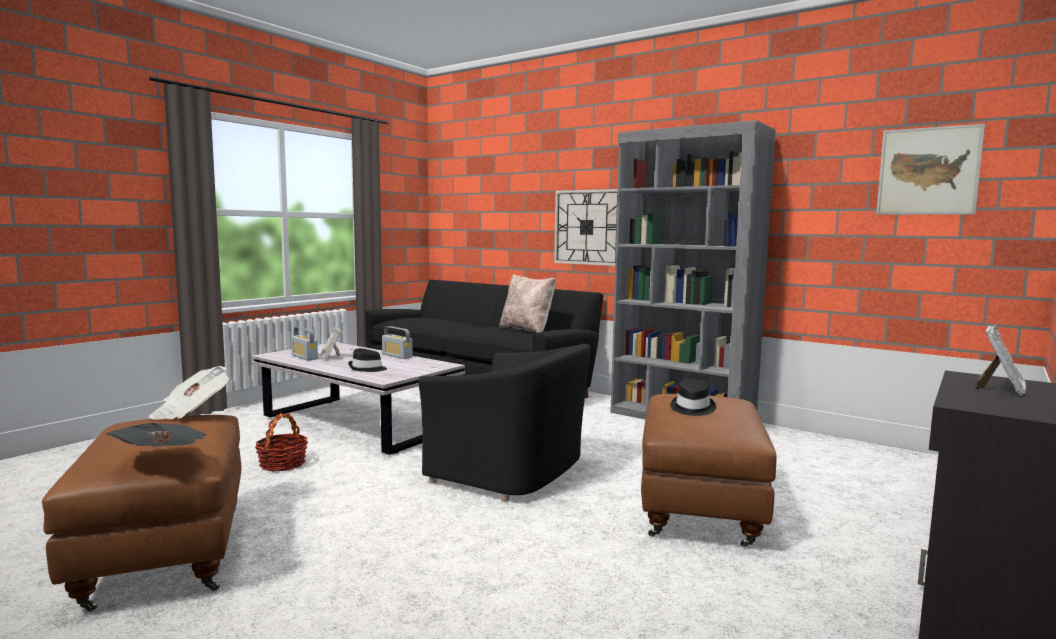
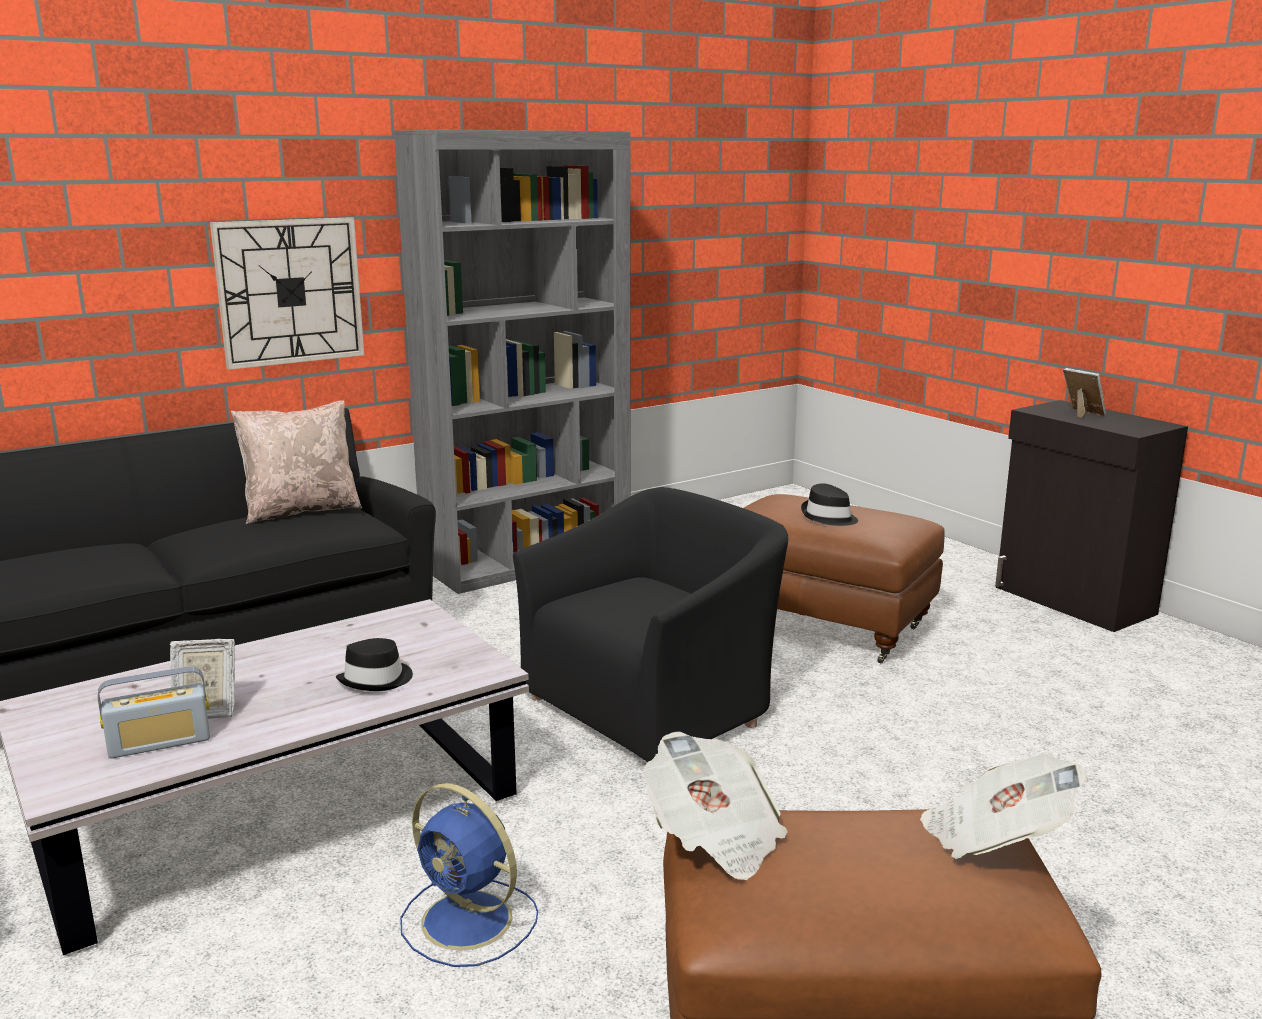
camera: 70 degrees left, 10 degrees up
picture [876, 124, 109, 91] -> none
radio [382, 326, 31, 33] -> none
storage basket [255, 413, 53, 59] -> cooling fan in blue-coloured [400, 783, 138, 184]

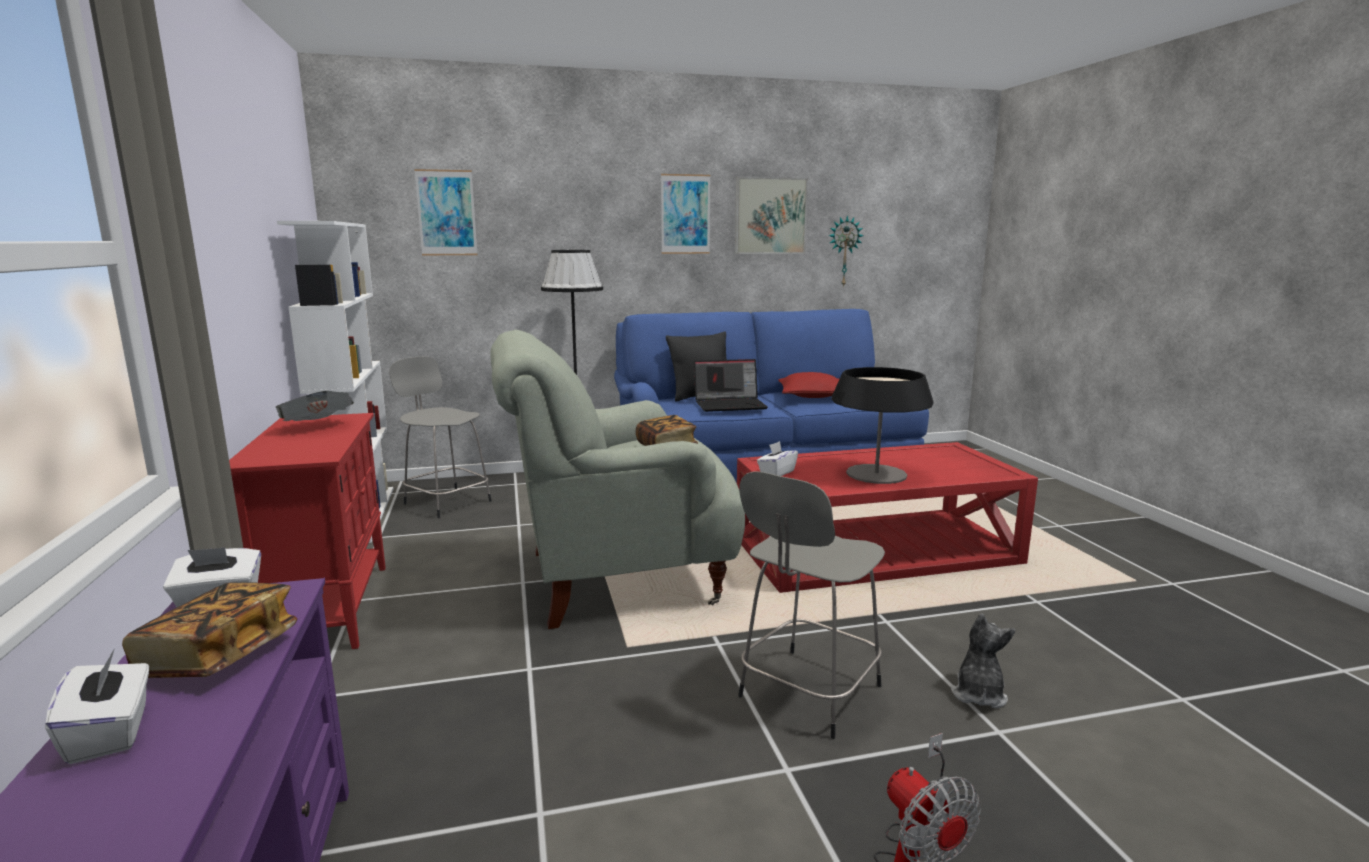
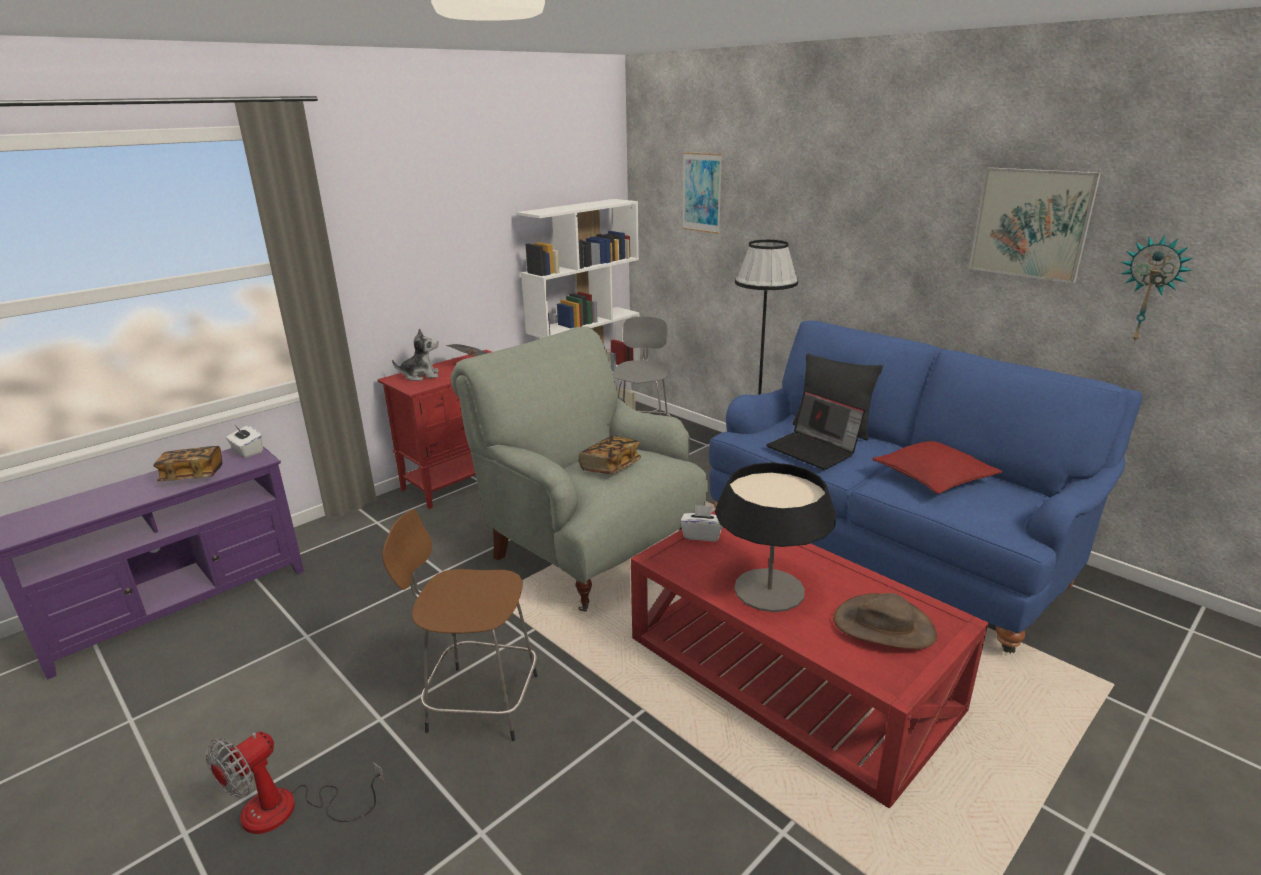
camera: 60 degrees right, 10 degrees up
picture [661, 174, 50, 80] -> none
sitting stool in gray [738, 471, 147, 268] -> sitting stool in brown [382, 509, 156, 232]
plush toy [951, 613, 64, 95] -> plush toy [392, 328, 47, 53], move
tissue box in white-coloured [45, 648, 104, 116] -> none
none -> hat in brown [833, 593, 104, 56]

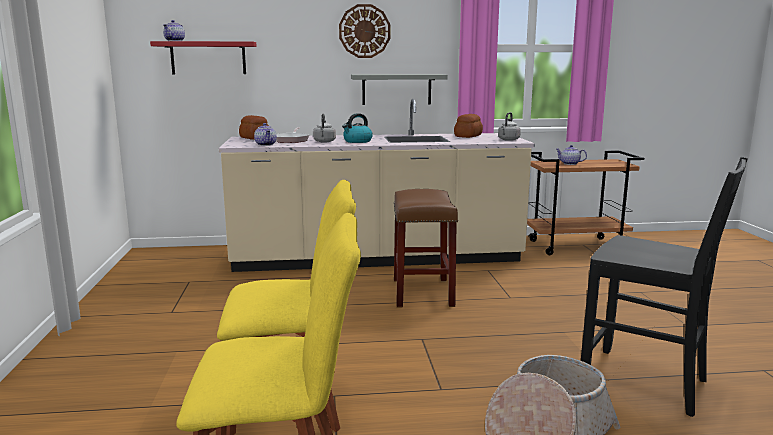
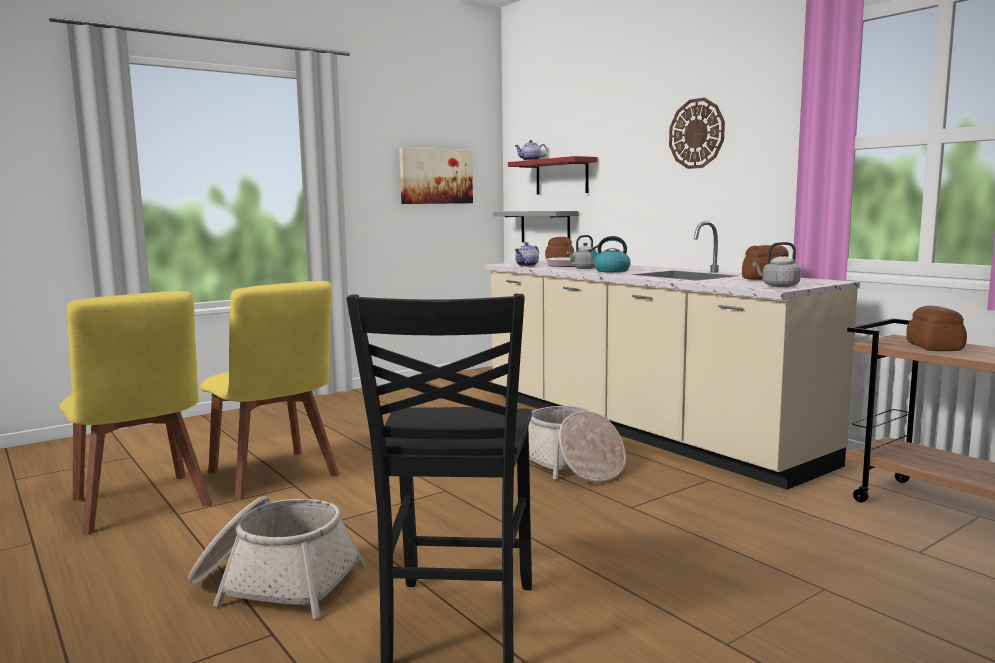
camera: 60 degrees right, 5 degrees down
bracket shelf in gray [351, 74, 97, 31] -> bracket shelf in gray [494, 211, 84, 31], move
teapot [556, 145, 31, 20] -> bread [906, 306, 61, 45]
sitting stool in brown [394, 189, 64, 119] -> storage basket [528, 406, 98, 77]
none -> picture [399, 147, 74, 57]

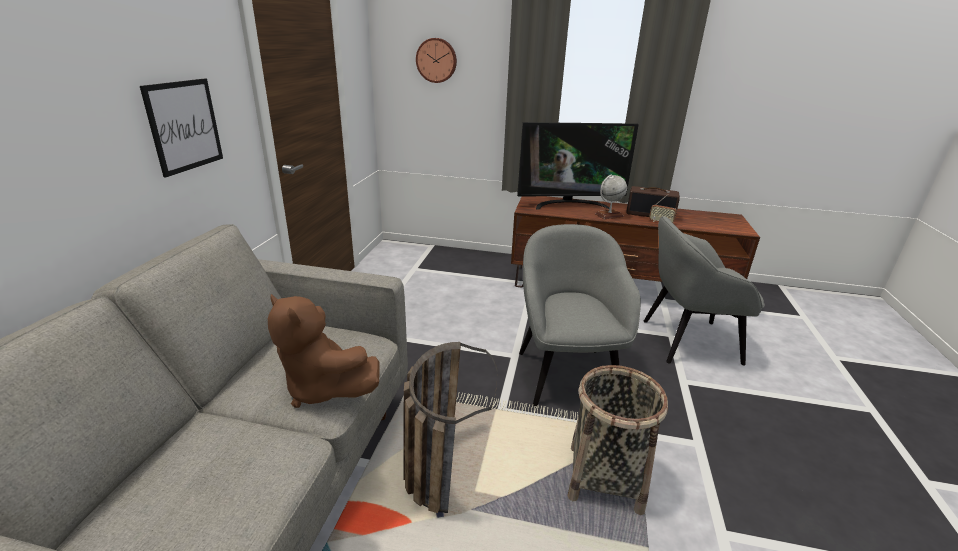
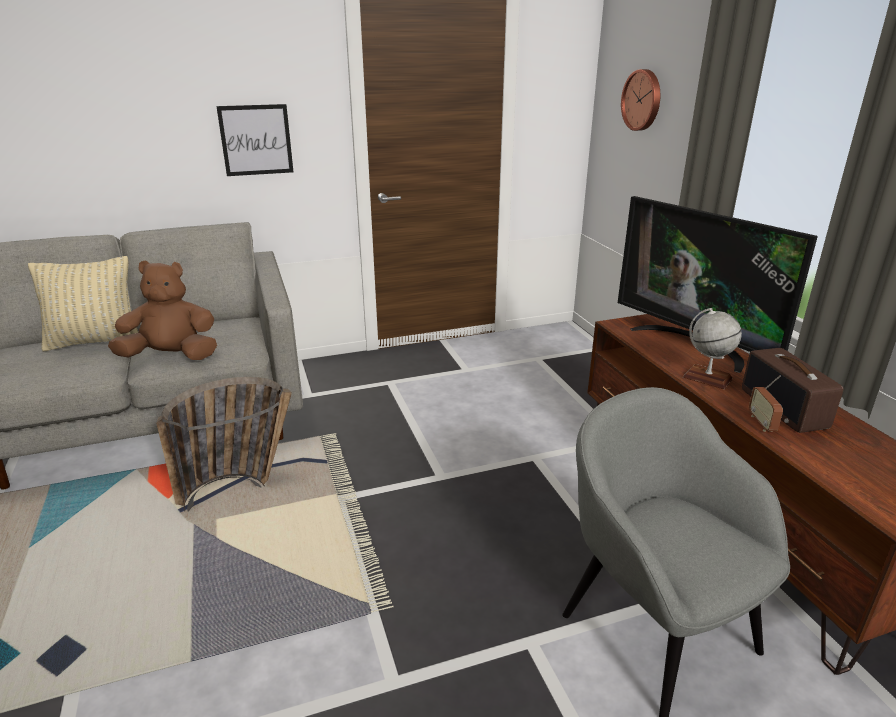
camera: 60 degrees right, 0 degrees up
easy chair in gray [519, 224, 122, 182] -> none
plush toy in brown [268, 294, 111, 114] -> plush toy in brown [108, 260, 109, 100], 75 degrees clockwise
storage basket [567, 365, 101, 150] -> none
none -> cushion in beige [28, 256, 110, 95]

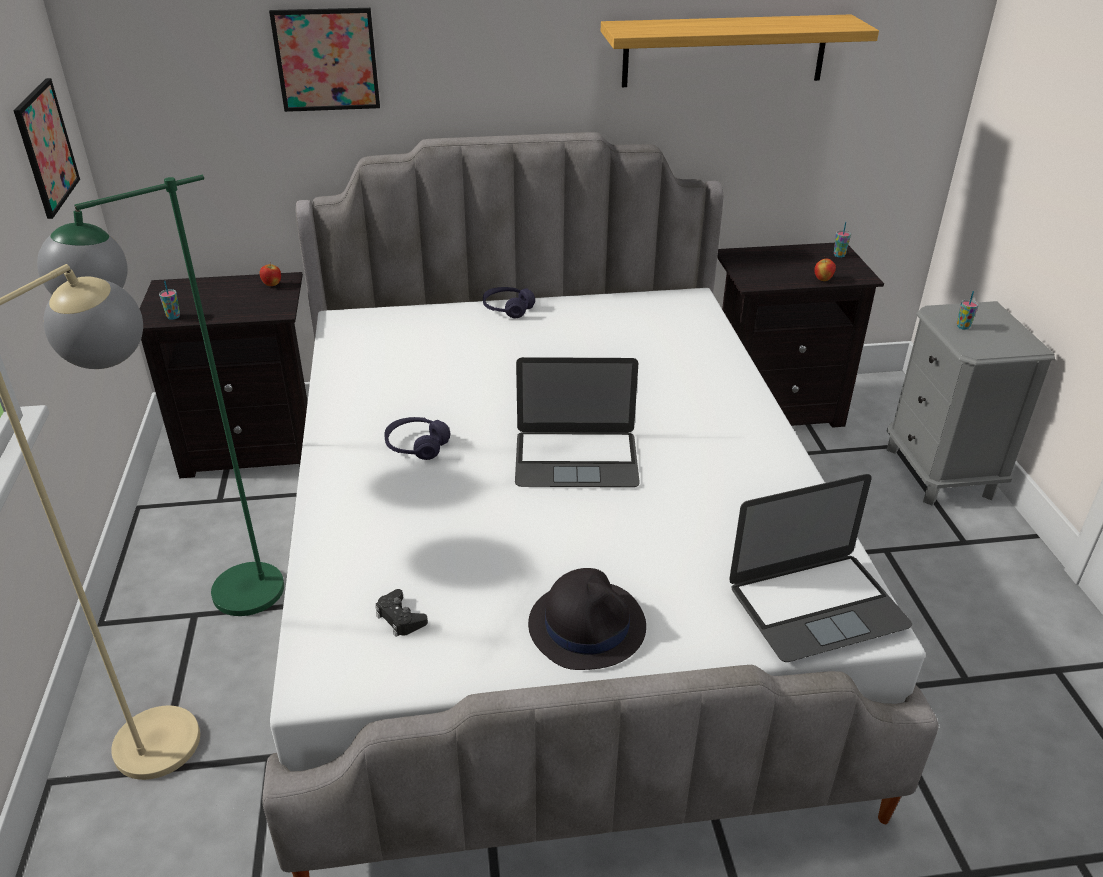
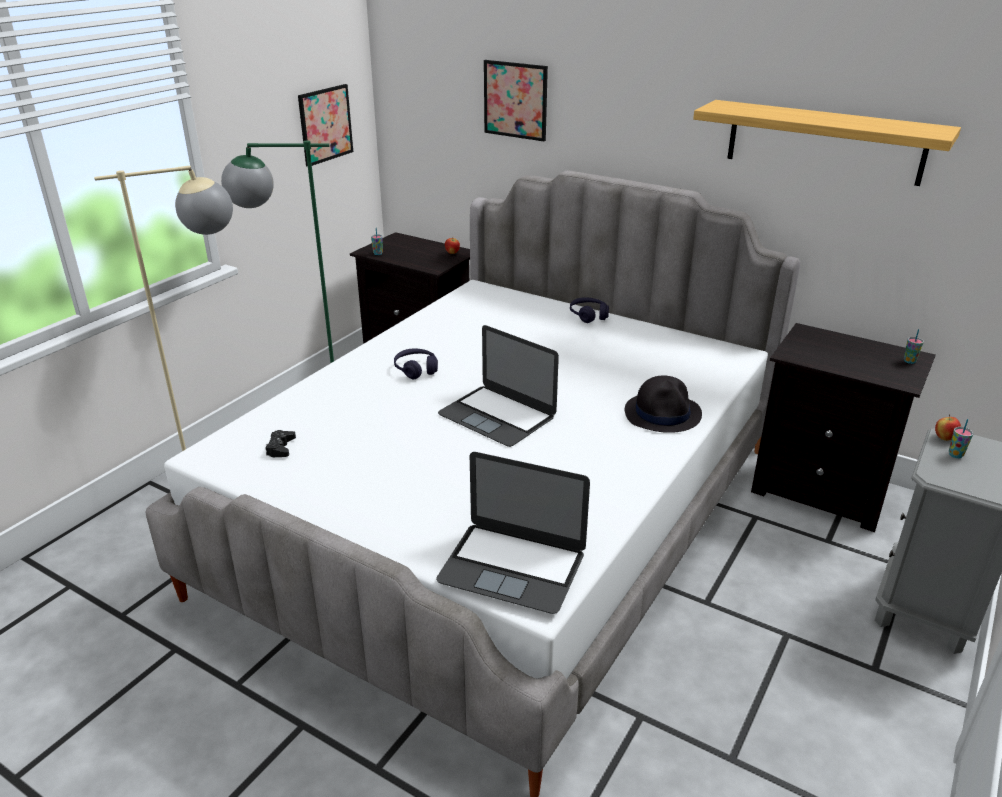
camera: 40 degrees right, 5 degrees down
whole apple [814, 258, 22, 23] -> whole apple [935, 414, 26, 27], move
hat in blackish [528, 568, 118, 102] -> hat in blackish [624, 376, 78, 57], move

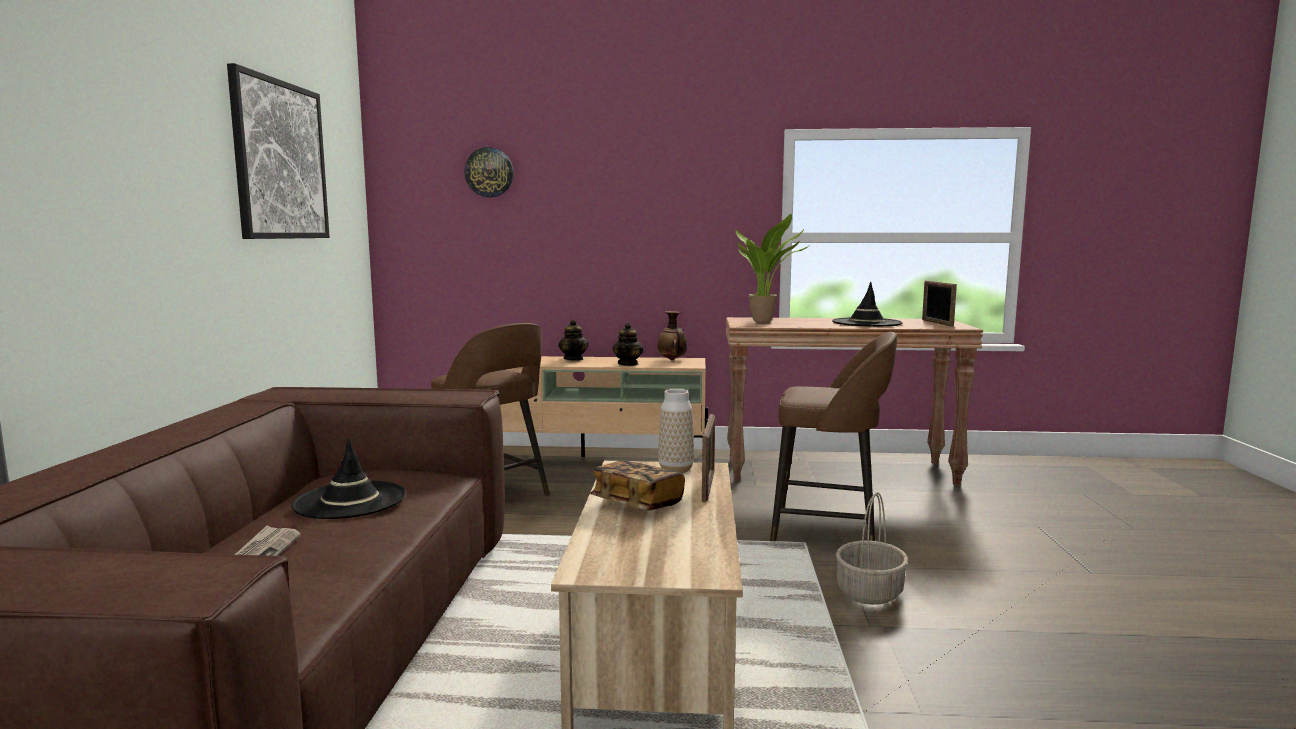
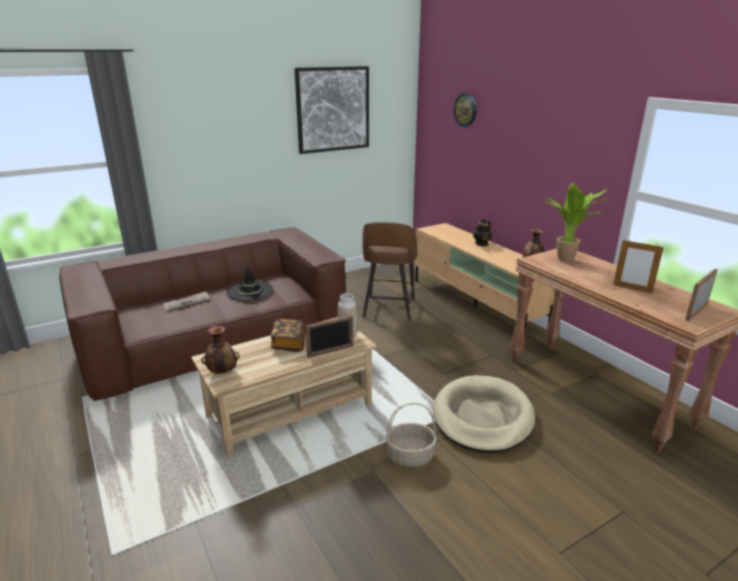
camera: 55 degrees right, 15 degrees up
hat in blackish [832, 282, 71, 45] -> photo frame [613, 239, 51, 54]
teapot [613, 323, 30, 43] -> none
sitting stool in brown [770, 332, 127, 209] -> dog bed in beige [433, 375, 102, 78]
none -> flower vase [201, 326, 39, 48]

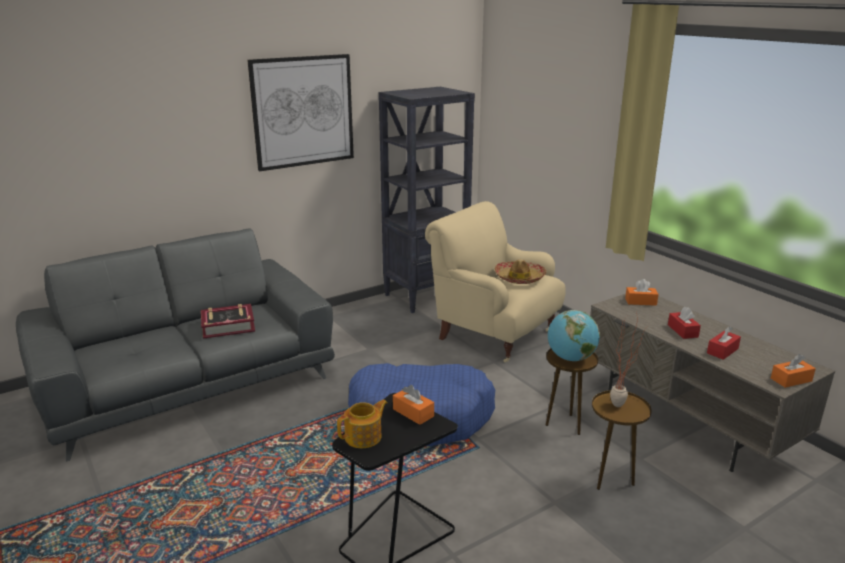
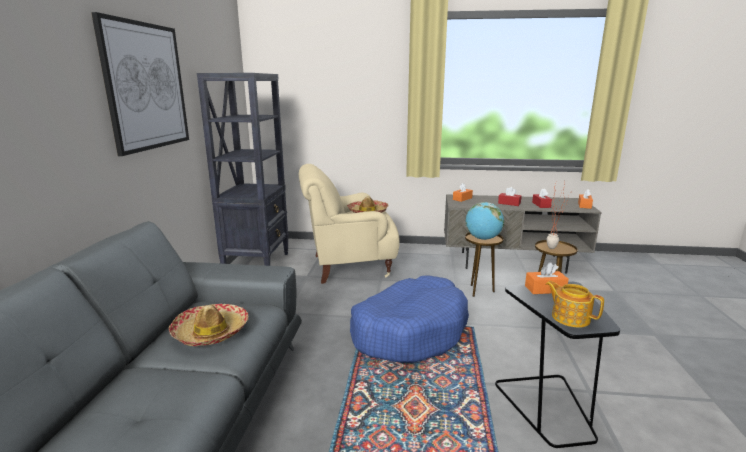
camera: 50 degrees left, 5 degrees down
book [201, 304, 54, 35] -> hat [169, 304, 79, 42]
teapot [337, 399, 51, 49] -> teapot [546, 281, 58, 46], 45 degrees counterclockwise

